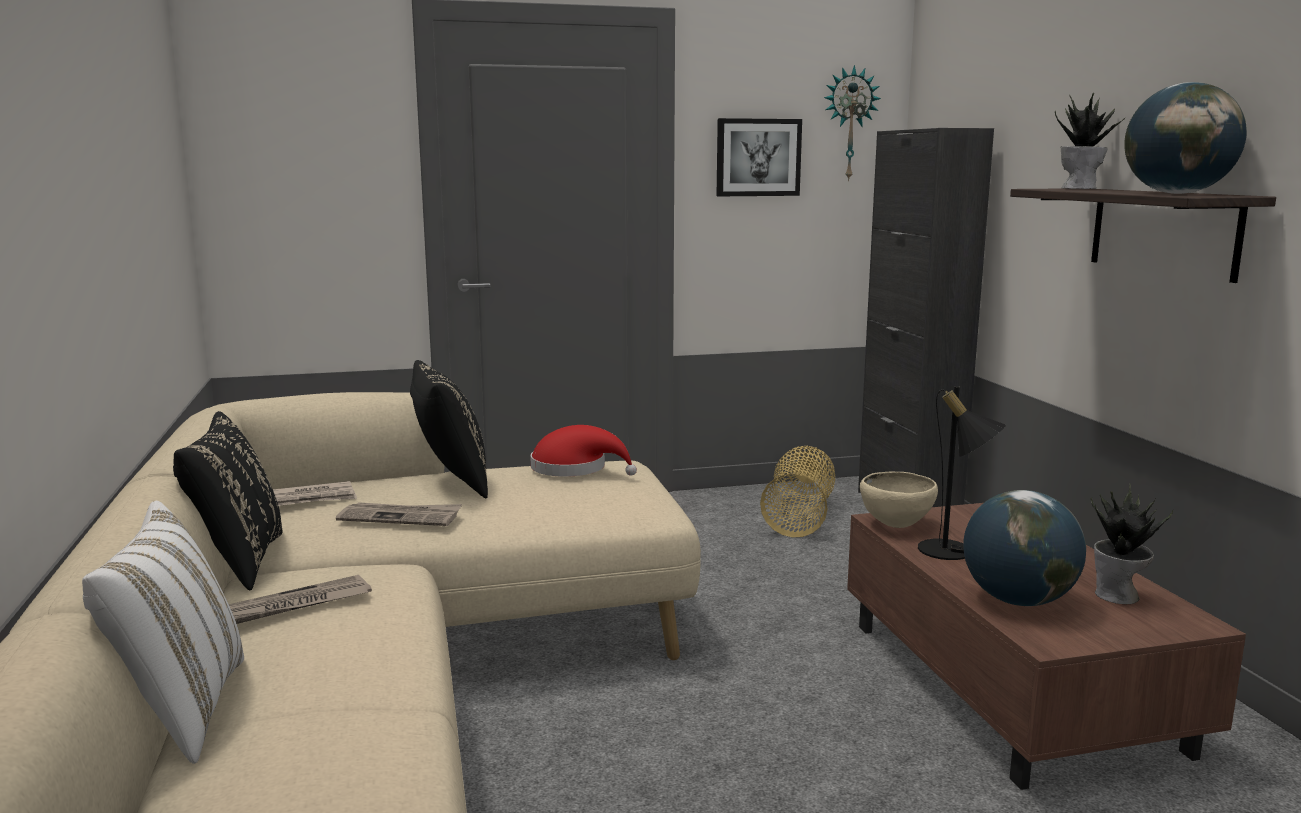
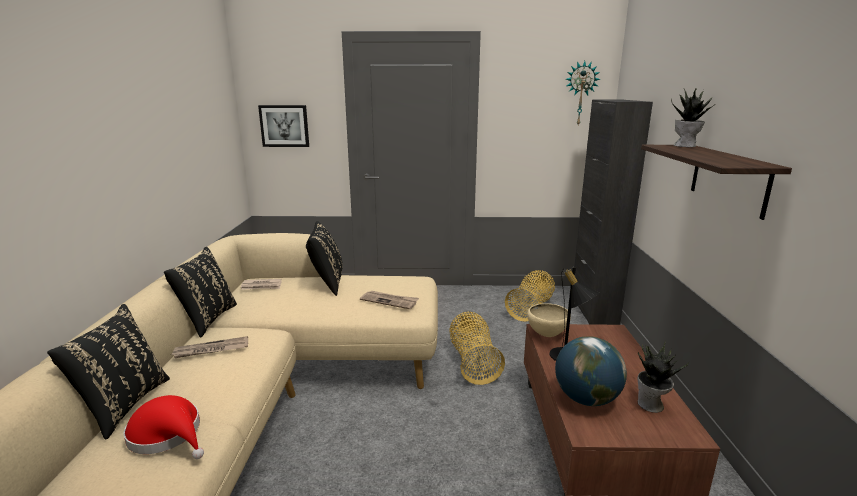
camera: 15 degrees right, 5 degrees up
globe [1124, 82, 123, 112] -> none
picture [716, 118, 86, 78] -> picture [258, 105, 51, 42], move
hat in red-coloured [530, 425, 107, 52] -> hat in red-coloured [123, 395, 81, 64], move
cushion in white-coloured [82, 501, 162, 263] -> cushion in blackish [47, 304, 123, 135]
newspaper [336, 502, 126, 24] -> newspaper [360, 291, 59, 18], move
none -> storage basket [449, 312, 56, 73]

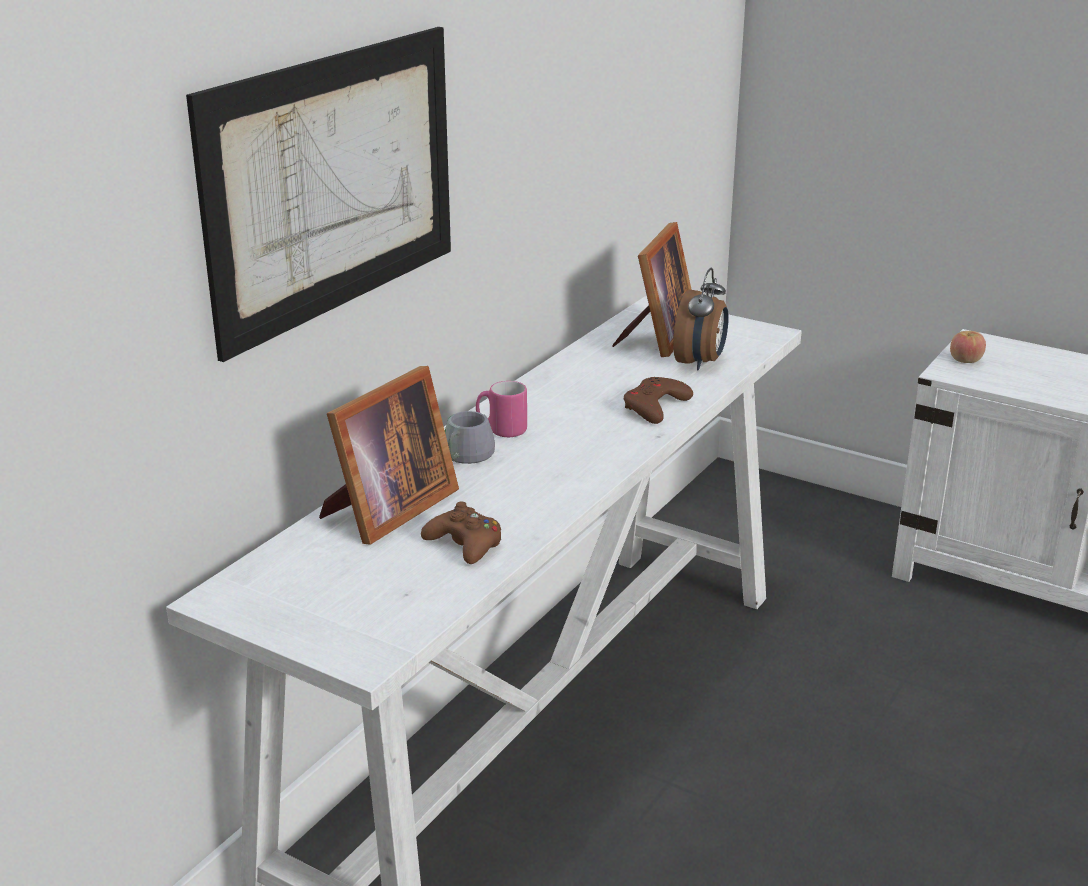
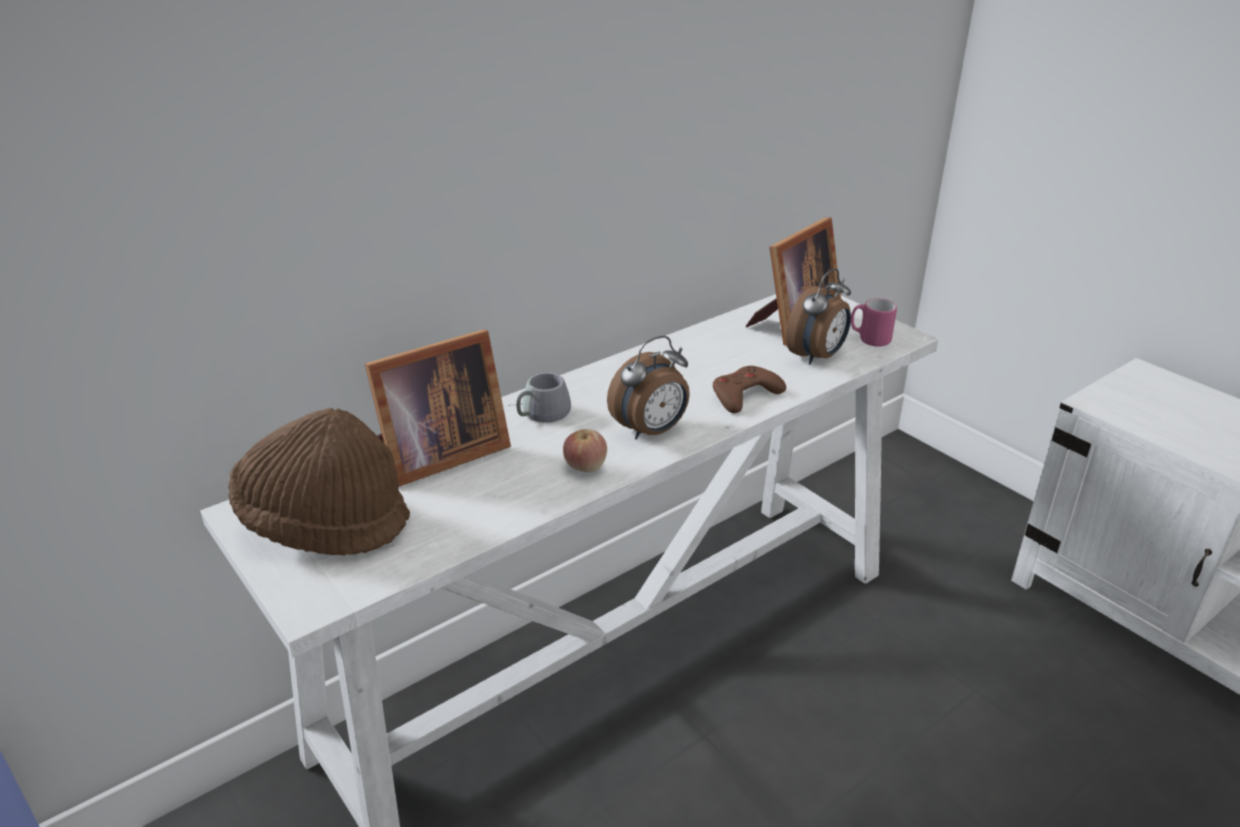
camera: 20 degrees right, 5 degrees up
picture [186, 27, 265, 335] -> none
whole apple [950, 331, 36, 32] -> whole apple [563, 429, 44, 43], move
mug in pink-coloured [476, 381, 51, 56] -> mug in pink-coloured [851, 299, 46, 48], move
gamepad in brown [421, 501, 80, 63] -> none
none -> table clock [607, 336, 83, 104]
none -> hat in brown [228, 408, 182, 148]

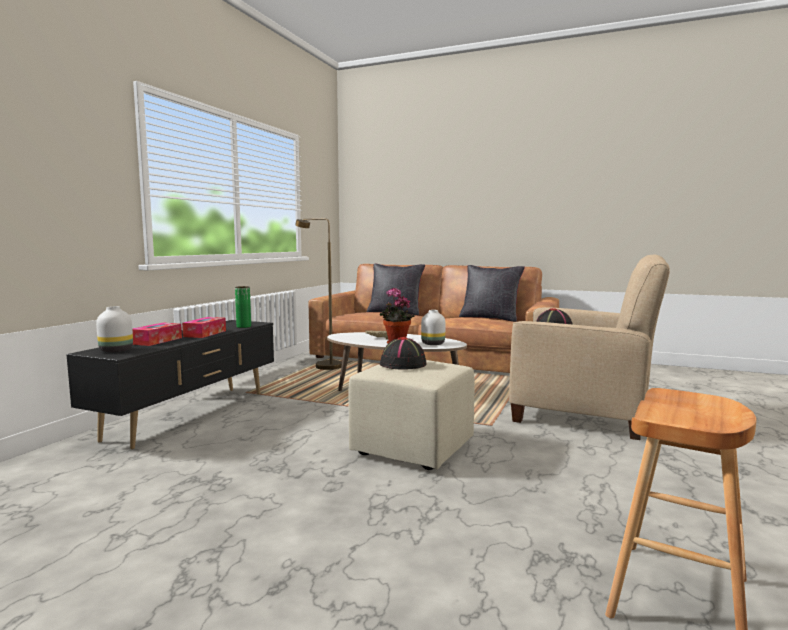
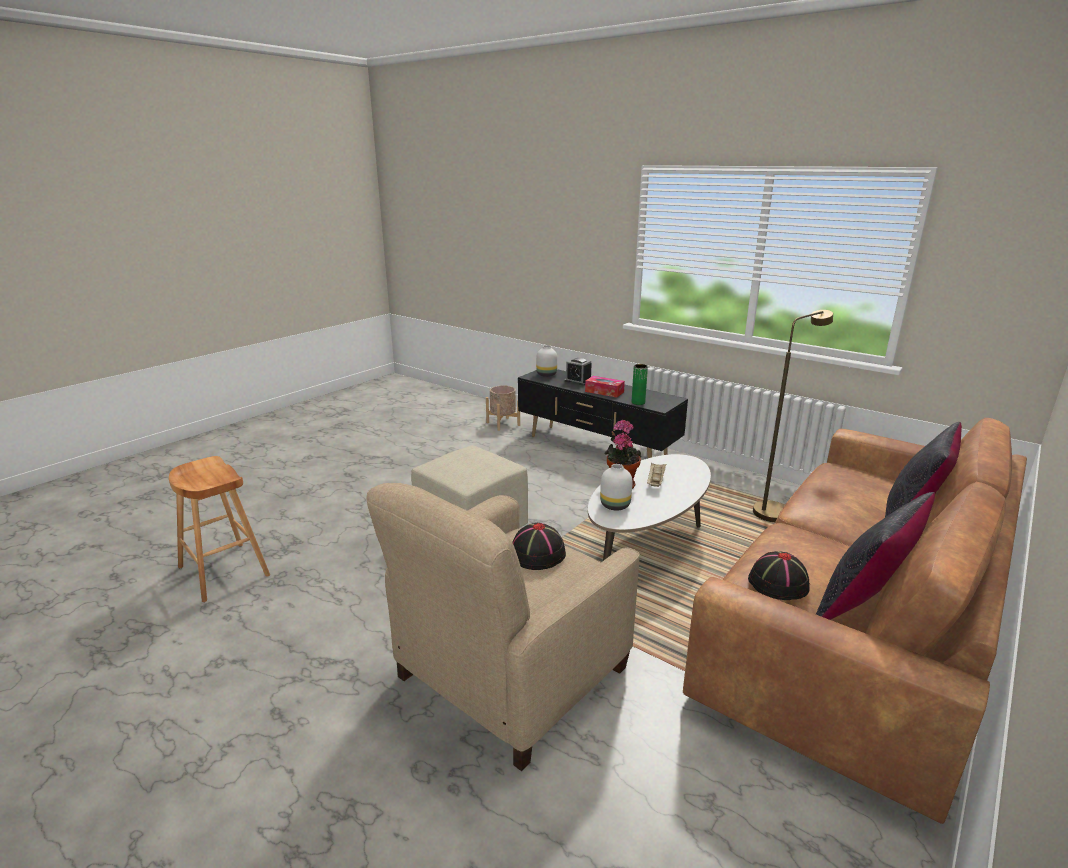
camera: 105 degrees right, 15 degrees up
tissue box [132, 323, 50, 23] -> table clock [565, 358, 27, 27]
hat in blackish [380, 337, 47, 33] -> hat in blackish [748, 551, 62, 49], move
none -> planter in beige [486, 385, 34, 46]

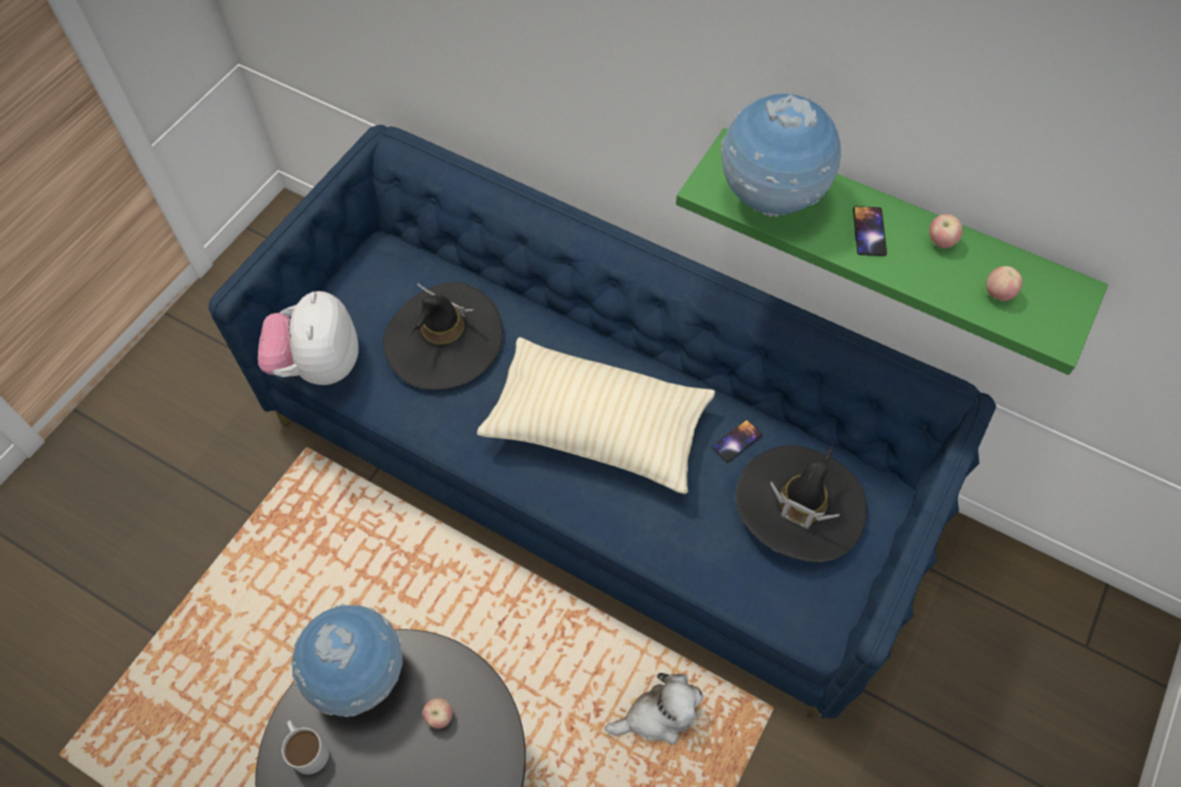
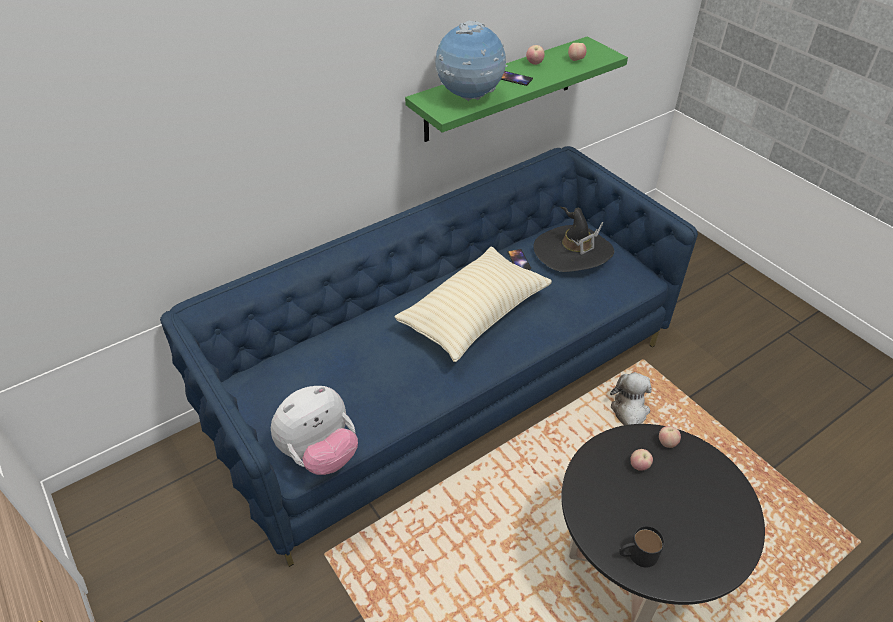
camera: 65 degrees left, 15 degrees down
hat in blackish [383, 282, 120, 108] -> none
plush toy [258, 291, 101, 94] -> plush toy [271, 386, 87, 89], 60 degrees counterclockwise
globe [290, 603, 113, 114] -> none
mug in white-coloured [282, 720, 47, 55] -> mug in blackish [619, 526, 46, 41]
none -> whole apple [659, 426, 22, 22]

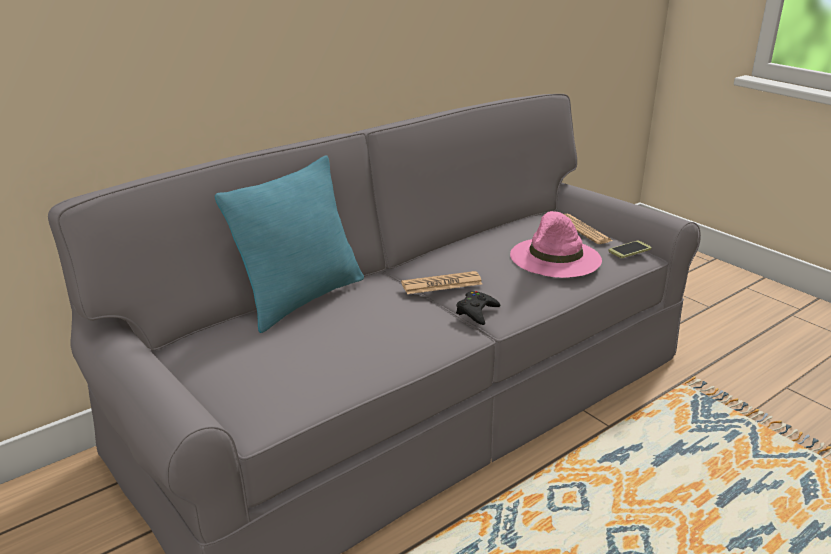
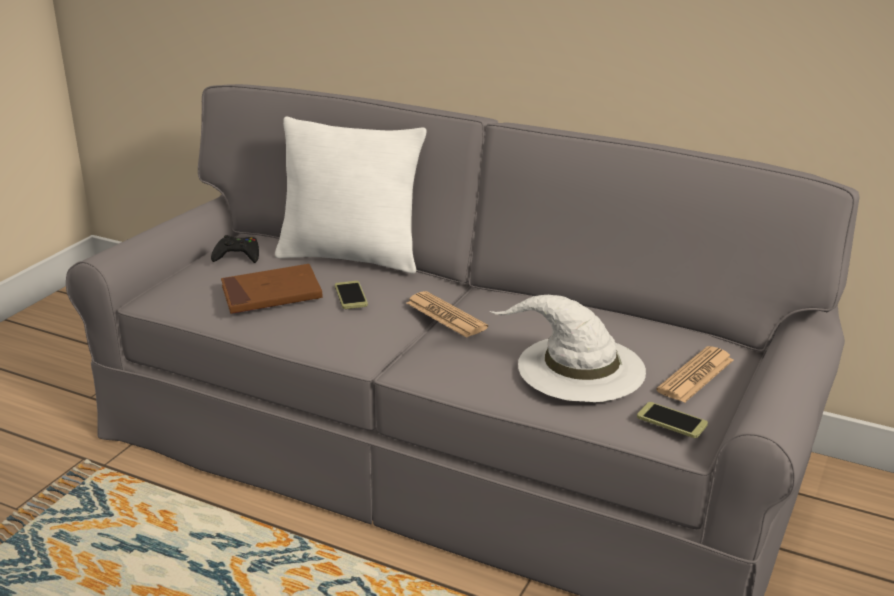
camera: 65 degrees right, 0 degrees up
cushion in turquoise [215, 155, 149, 178] -> cushion in white-coloured [275, 116, 152, 158]
hat in pink-coloured [510, 211, 92, 67] -> hat in white-coloured [490, 295, 156, 107]
gamepad in blackish [456, 291, 45, 34] -> gamepad in blackish [211, 235, 48, 28], move
none -> book in brown [221, 264, 102, 50]
none -> phone [335, 281, 33, 28]

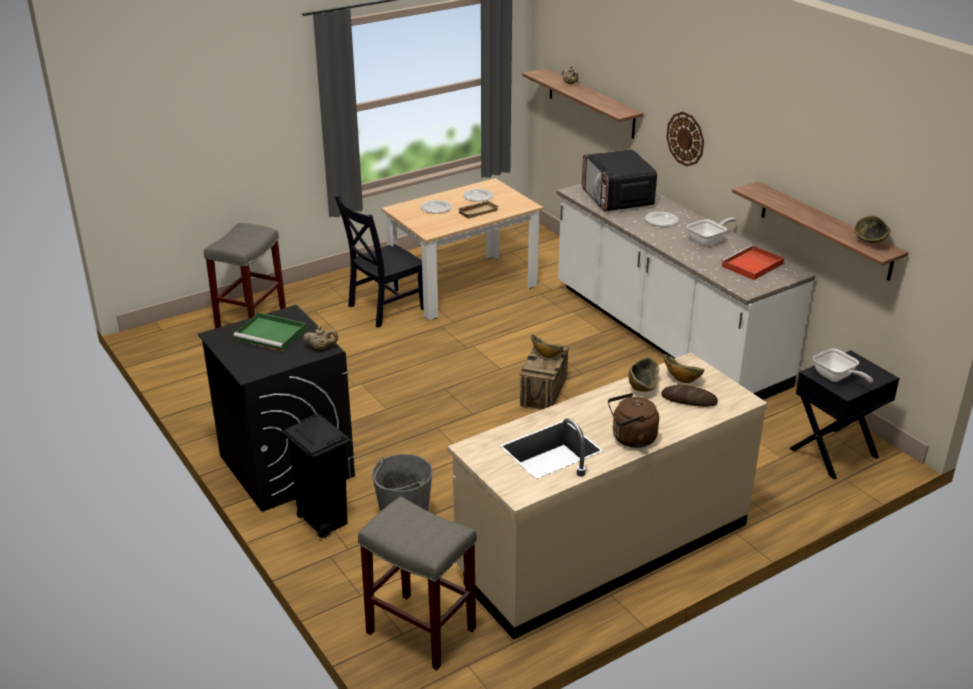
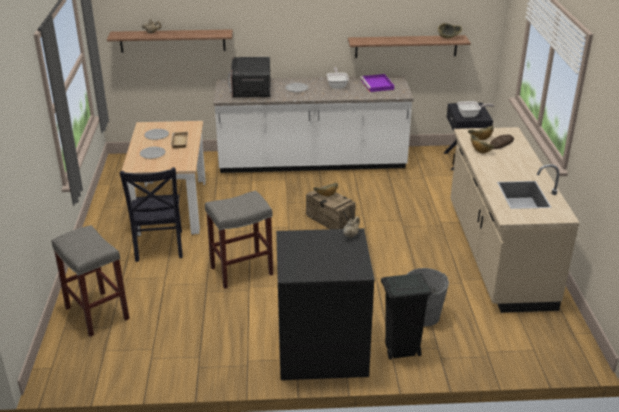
camera: 60 degrees left, 0 degrees up
wall clock [666, 112, 38, 54] -> none
microwave [582, 149, 75, 62] -> microwave [228, 57, 42, 41], 75 degrees clockwise
carrying tray in red-coloured [721, 245, 63, 35] -> carrying tray in purplish [360, 74, 34, 18]
carrying tray in green [234, 313, 72, 38] -> none
kettle in brown [608, 393, 51, 55] -> none
sitting stool in gray [358, 496, 119, 174] -> sitting stool in gray [205, 190, 68, 99], move

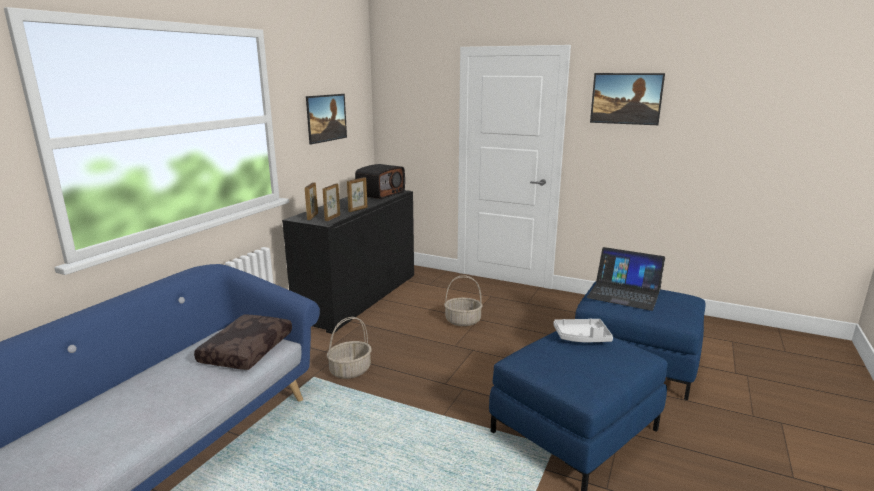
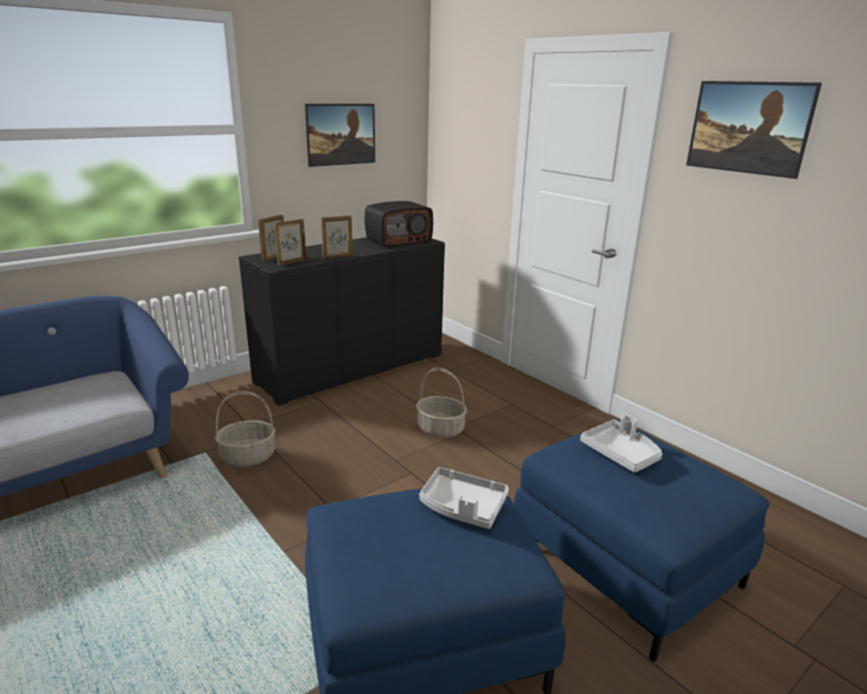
camera: 25 degrees right, 5 degrees up
notebook computer [587, 247, 78, 64] -> carrying tray in gray [580, 414, 82, 59]
cushion in brown [194, 314, 98, 56] -> none

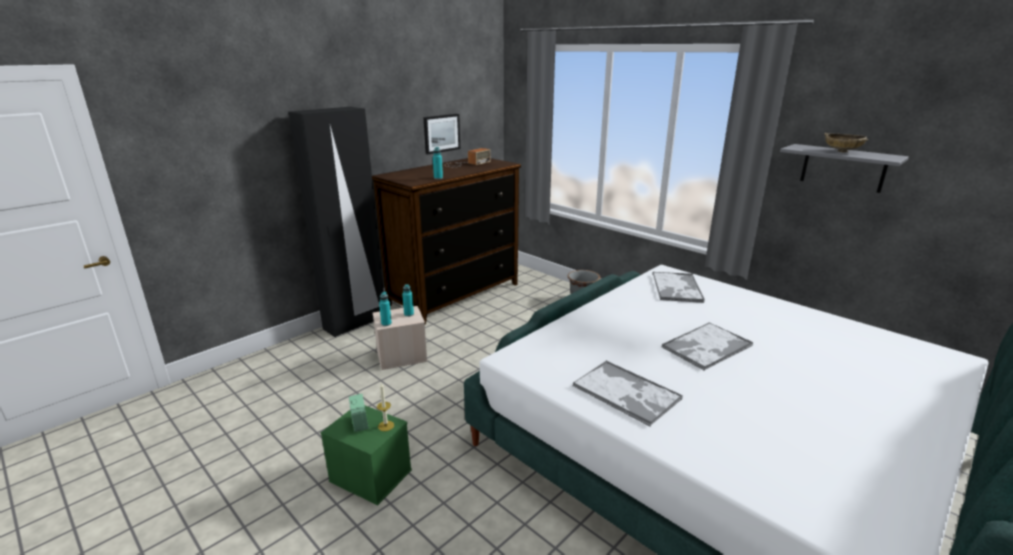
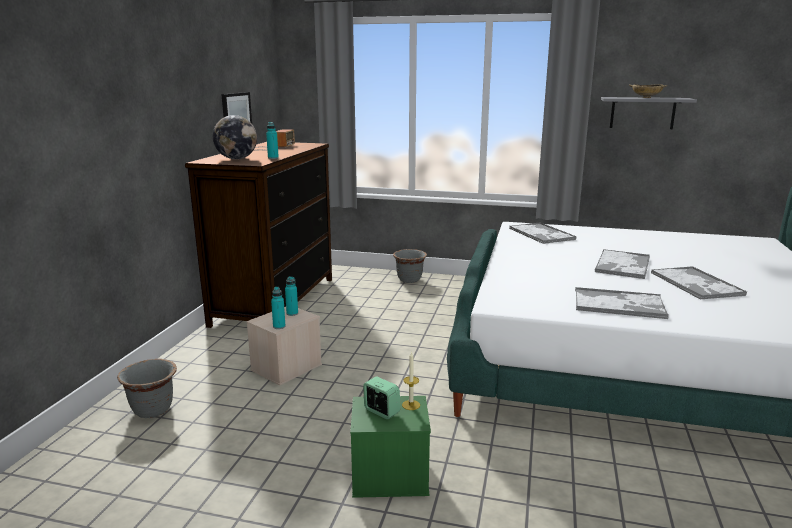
camera: 30 degrees left, 5 degrees down
clothes cupboard in blackish [289, 107, 95, 230] -> none
none -> globe [213, 115, 44, 44]
none -> carrying tray [651, 266, 96, 34]
none -> planter in gray [117, 359, 60, 59]

